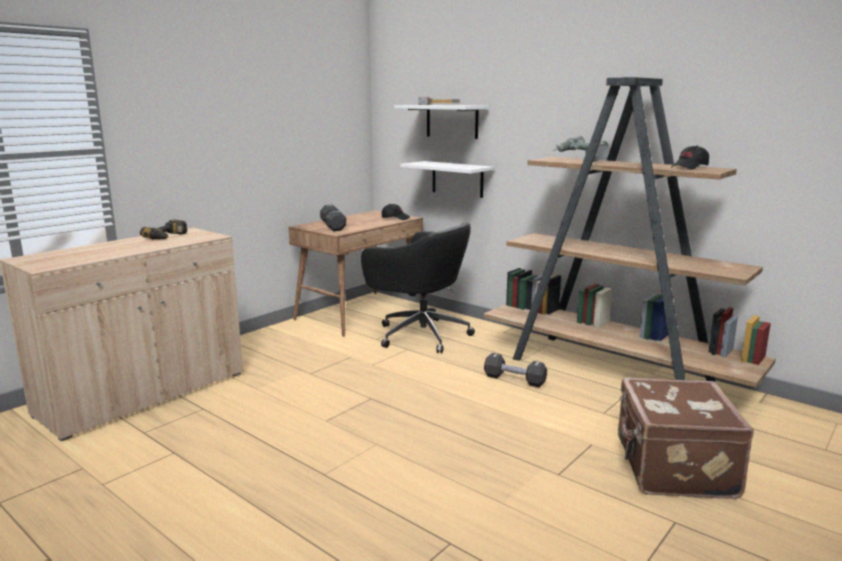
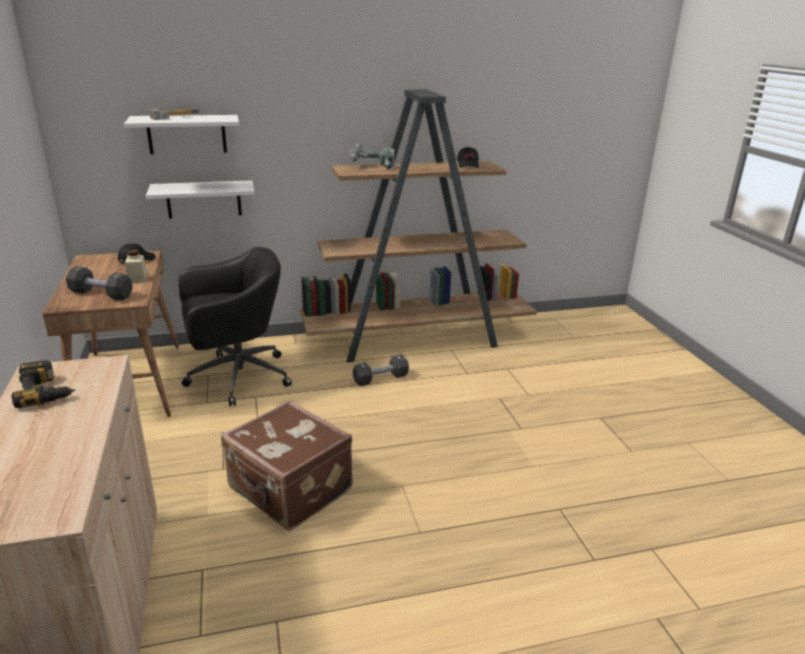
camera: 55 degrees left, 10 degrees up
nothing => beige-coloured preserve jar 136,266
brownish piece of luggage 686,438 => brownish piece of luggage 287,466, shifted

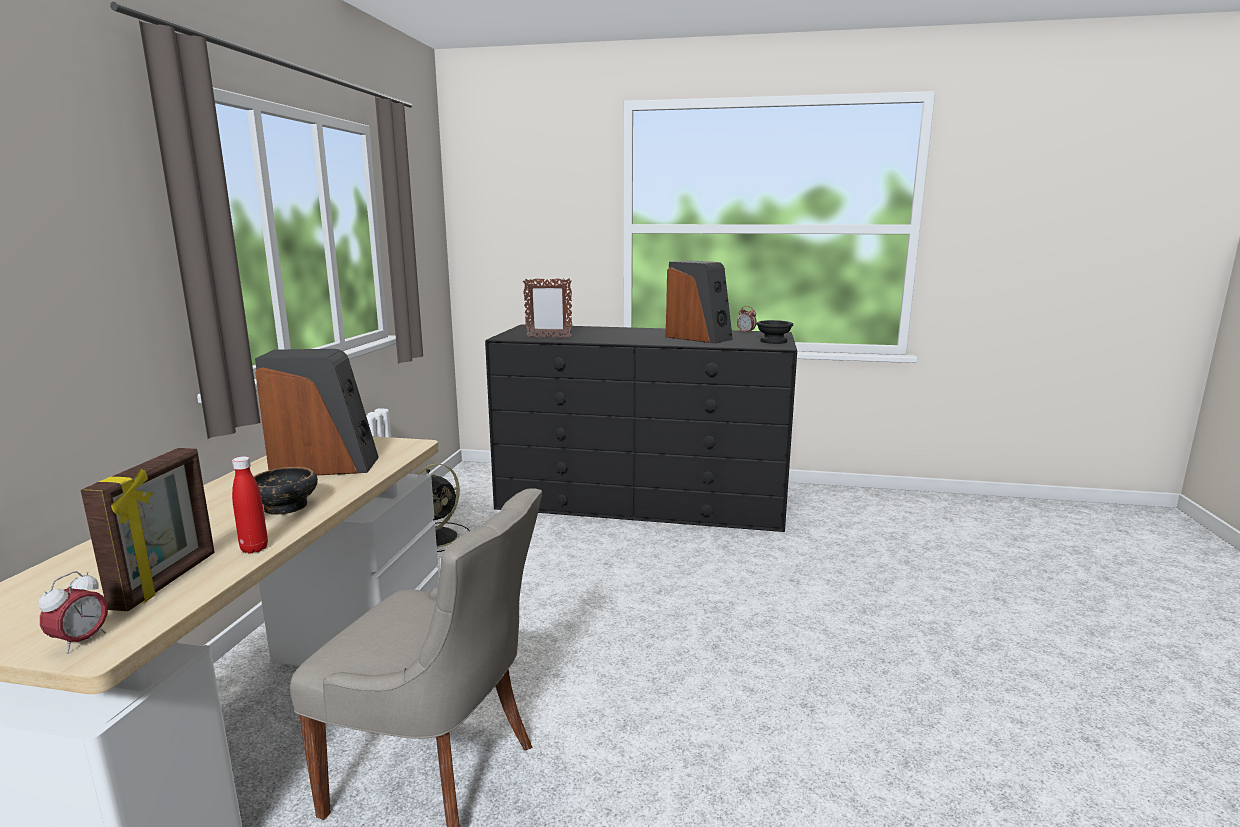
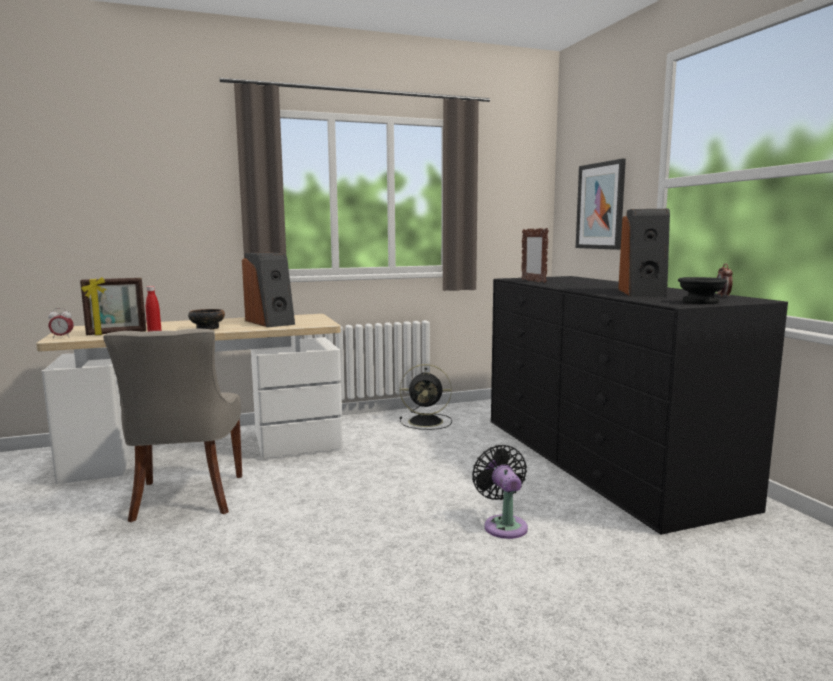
camera: 60 degrees right, 5 degrees down
nothing => blackish cooling fan 500,492
nothing => wall picture 601,204

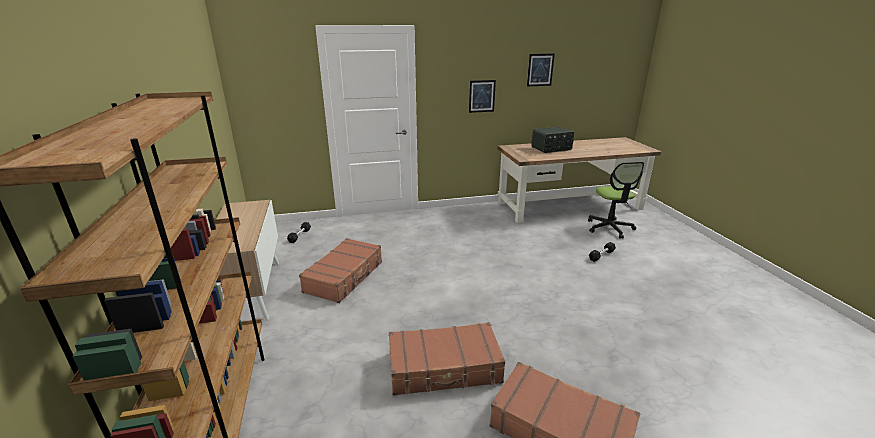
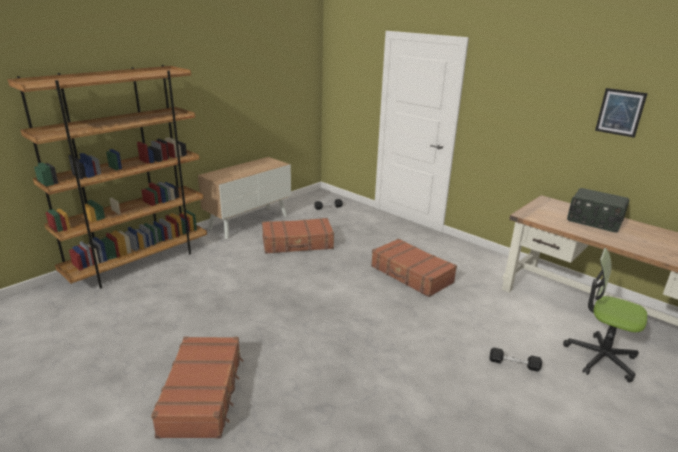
camera: 55 degrees right, 0 degrees up
wall picture 482,96 => nothing
brownish piece of luggage 447,359 => brownish piece of luggage 414,267, shifted
office chair 616,200 => office chair 605,315, 75 degrees clockwise

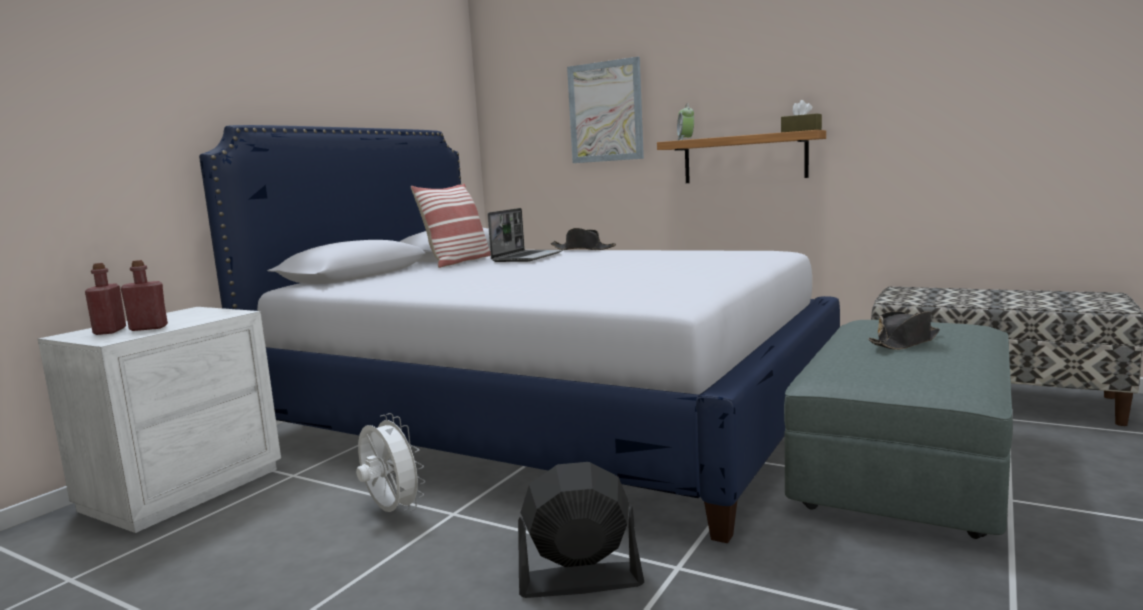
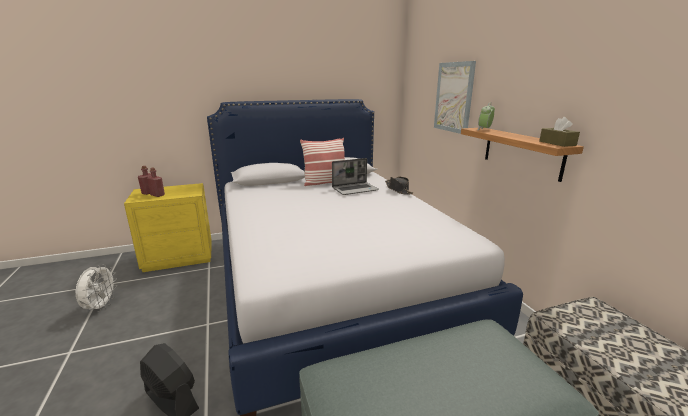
camera: 40 degrees right, 10 degrees up
blackish clothing hat 904,330 => nothing
whitish cooling fan 391,462 => whitish cooling fan 96,288, shifted
whitish bedside table 159,420 => yellowish bedside table 168,227

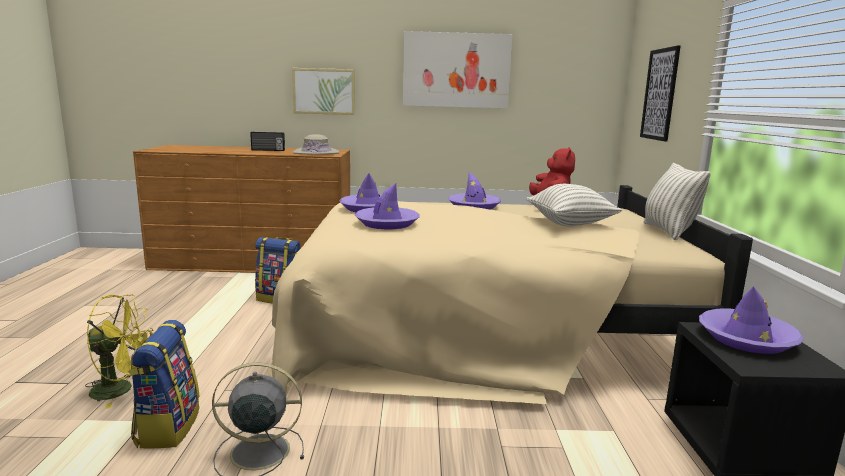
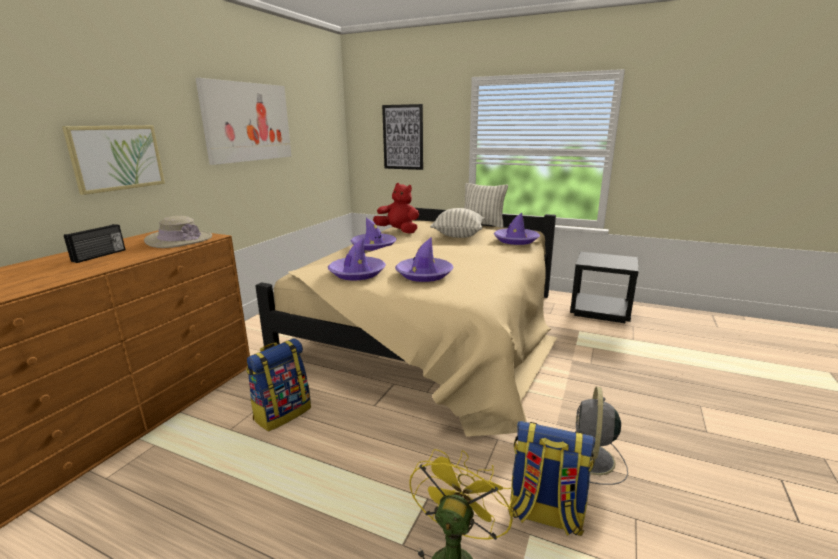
camera: 65 degrees left, 5 degrees up
purplish clothing hat 751,320 => purplish clothing hat 517,229, shifted

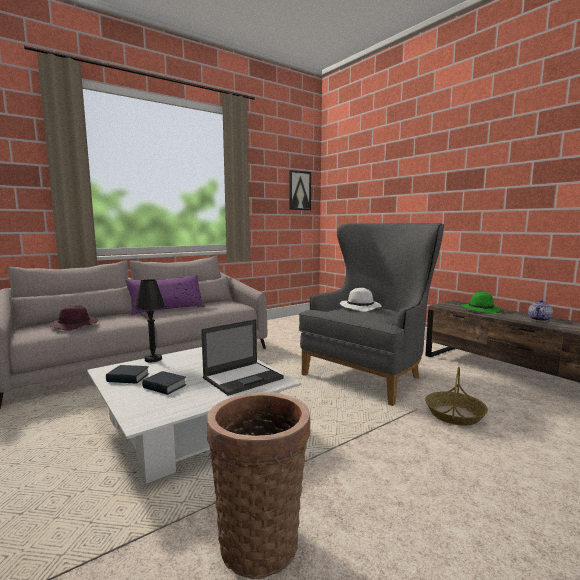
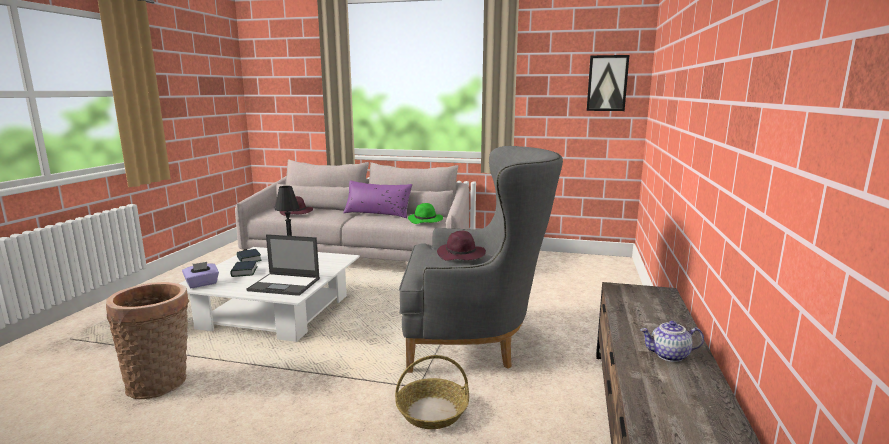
camera: 50 degrees right, 5 degrees up
nothing => purplish tissue holder 200,275
green-coloured clothing hat 481,303 => green-coloured clothing hat 425,213, shifted
whitish clothing hat 360,300 => purplish clothing hat 461,245

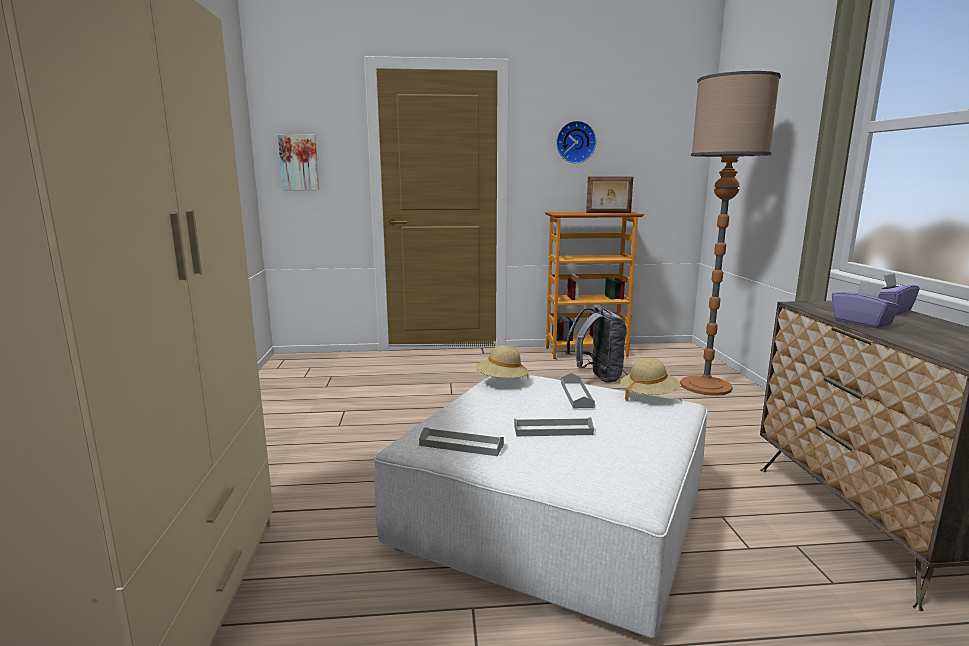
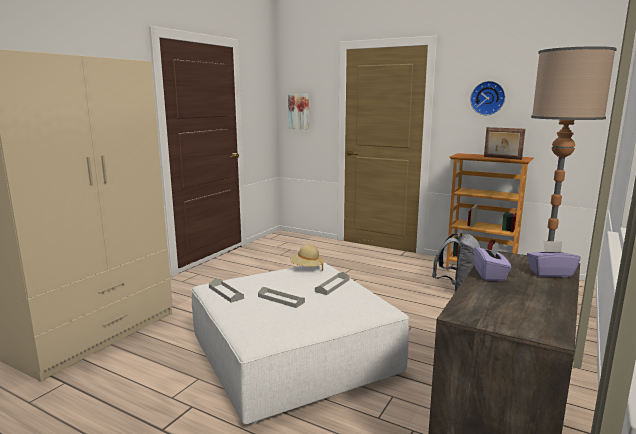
camera: 35 degrees right, 0 degrees up
beige-coloured clothing hat 650,379 => nothing

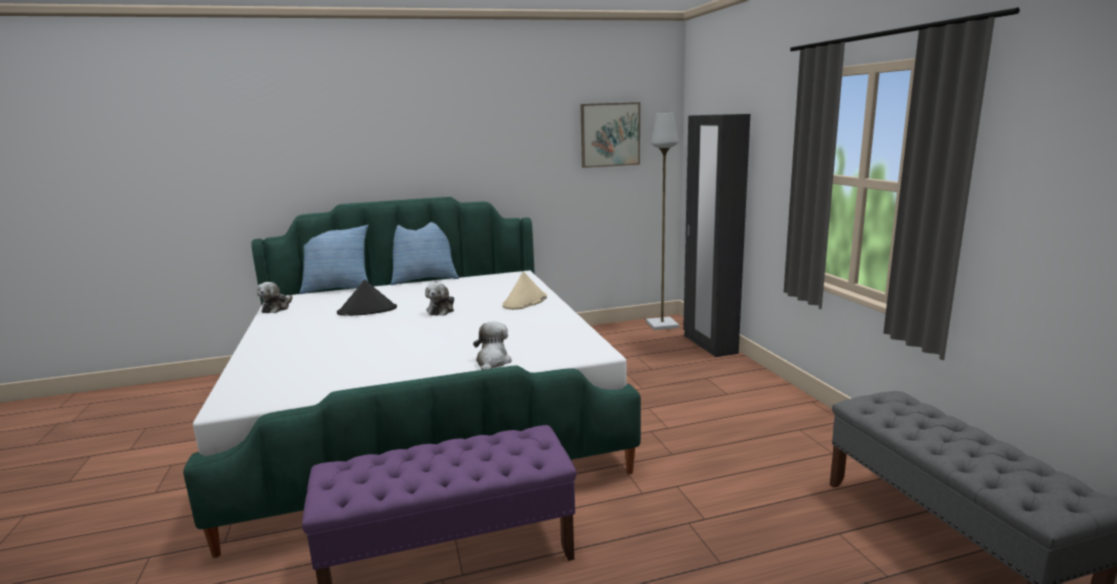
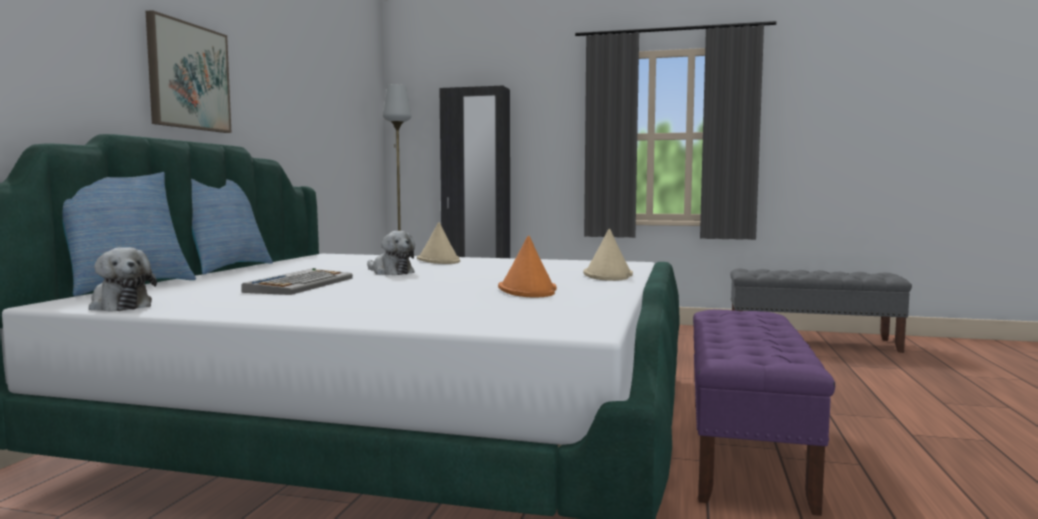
camera: 60 degrees left, 10 degrees down
nothing => orange-coloured clothing hat 527,266
wall picture 610,135 => wall picture 188,71, shifted
blackish clothing hat 367,298 => PC keyboard 297,281
soft toy 492,345 => beige-coloured clothing hat 608,255

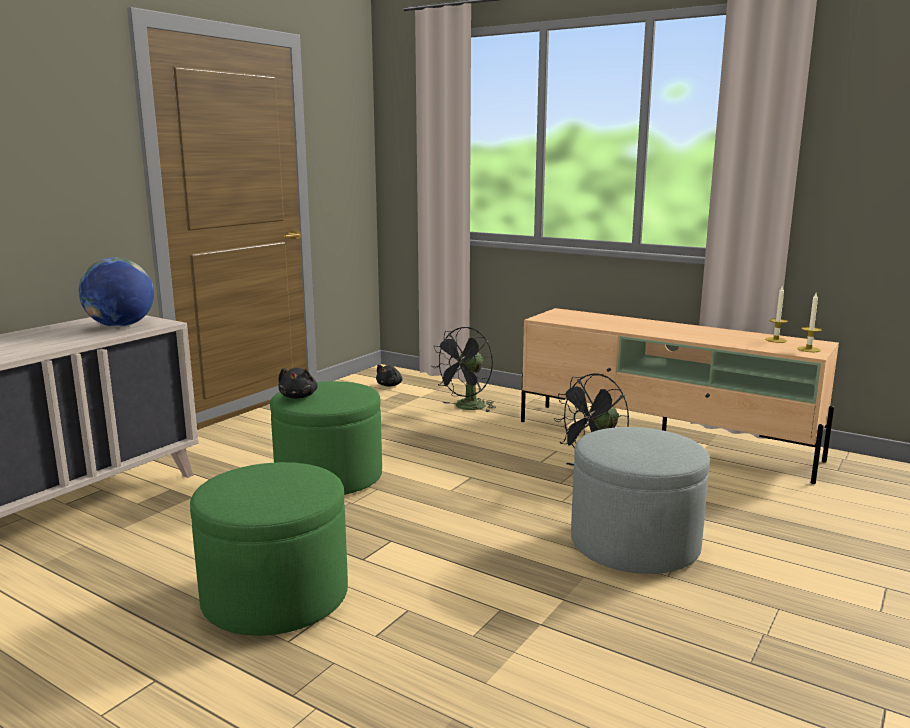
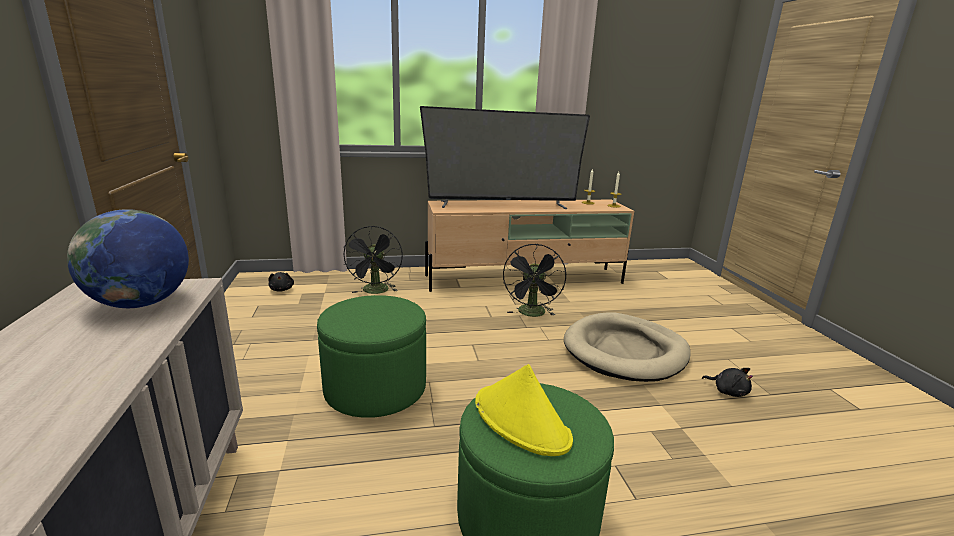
camera: 45 degrees left, 5 degrees up
nothing => TV set 505,157
nothing => yellowish clothing hat 524,410
blackish soft toy 298,383 => blackish soft toy 727,382, shifted
grey pouffe 640,500 => beige-coloured pet bed 627,347

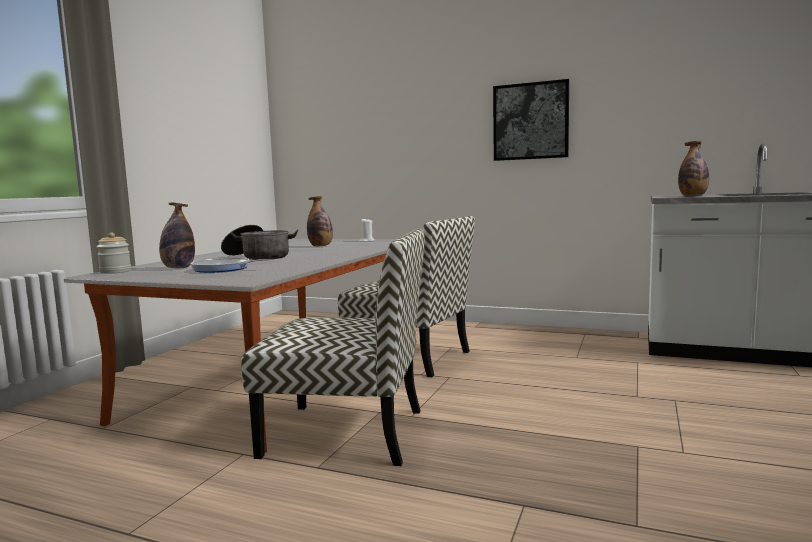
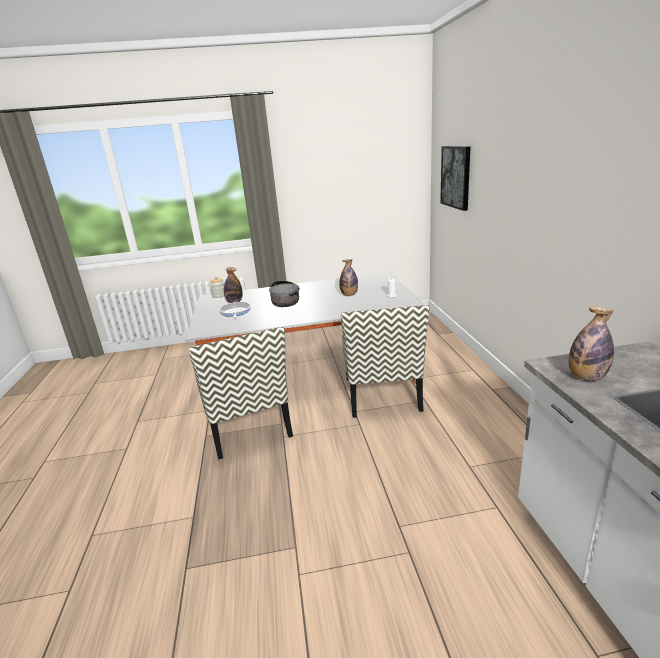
camera: 60 degrees right, 15 degrees up
wall picture 531,120 => wall picture 455,178, shifted

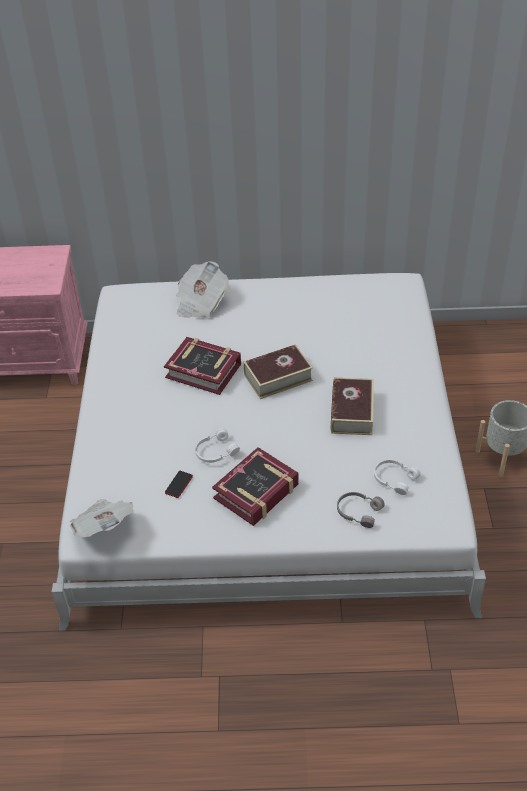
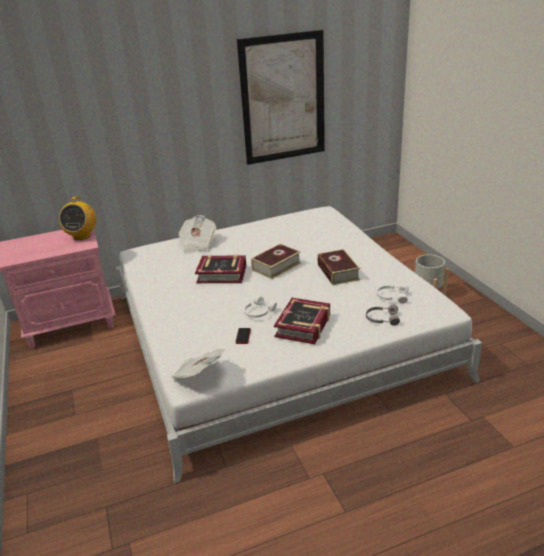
camera: 20 degrees left, 15 degrees down
nothing => radio 77,218
nothing => wall picture 281,97

